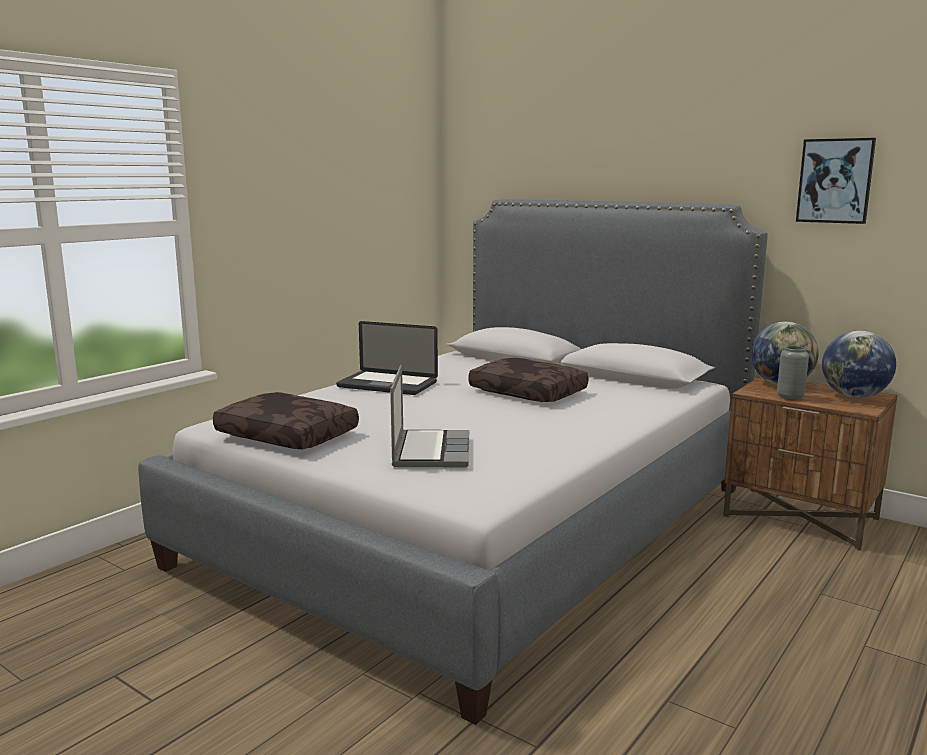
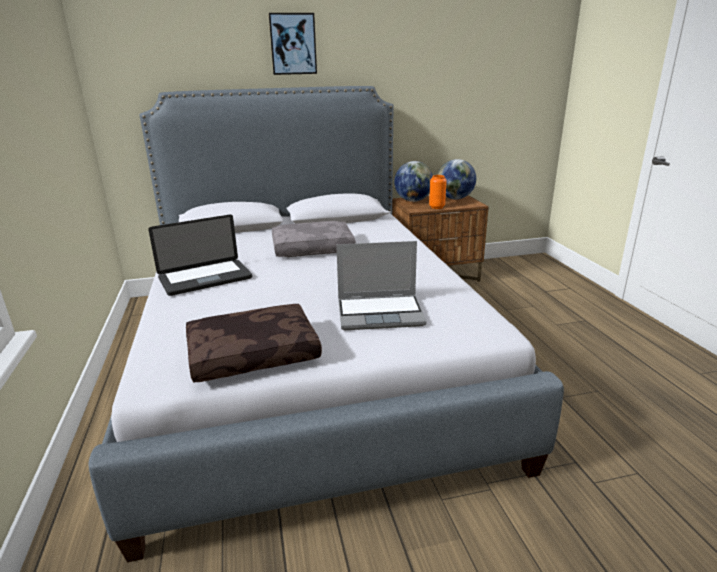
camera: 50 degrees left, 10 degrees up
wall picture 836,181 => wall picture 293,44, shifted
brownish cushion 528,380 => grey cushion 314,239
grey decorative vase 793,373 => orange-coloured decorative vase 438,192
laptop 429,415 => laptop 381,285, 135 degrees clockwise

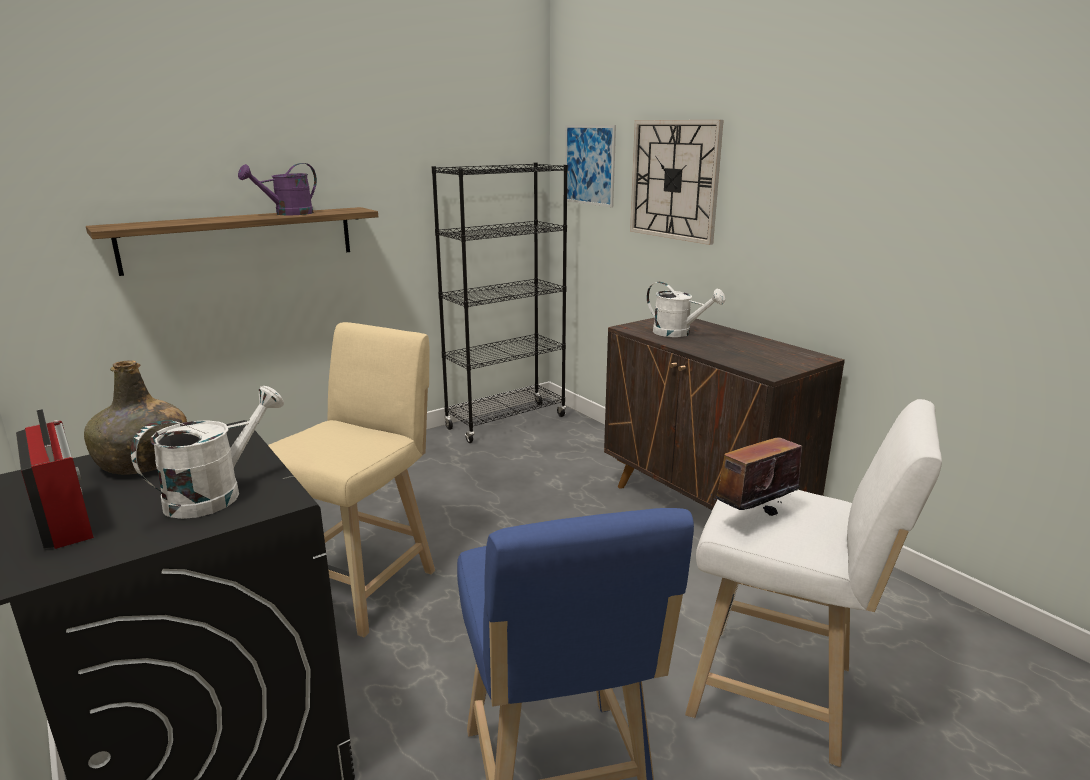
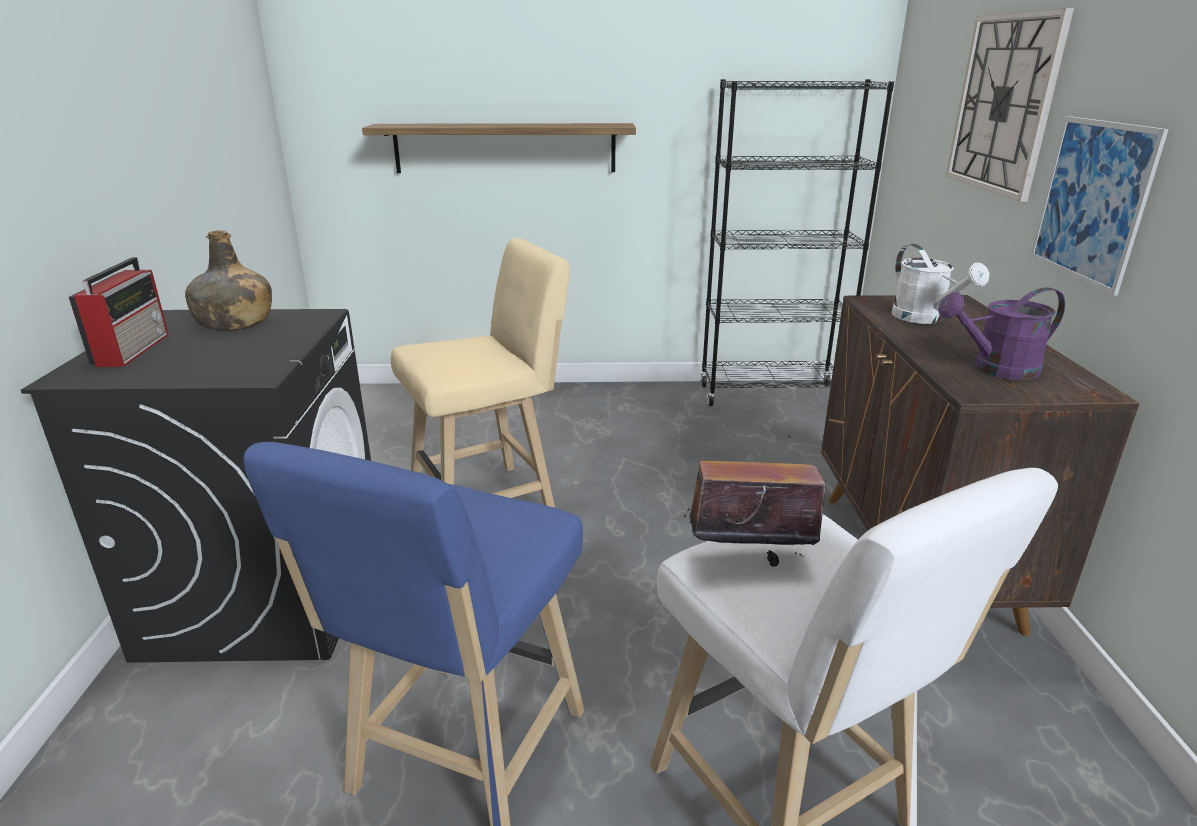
camera: 35 degrees right, 5 degrees up
whitish watering can 207,452 => nothing
purplish watering can 277,189 => purplish watering can 1001,333, shifted
wall picture 590,166 => wall picture 1099,205, shifted

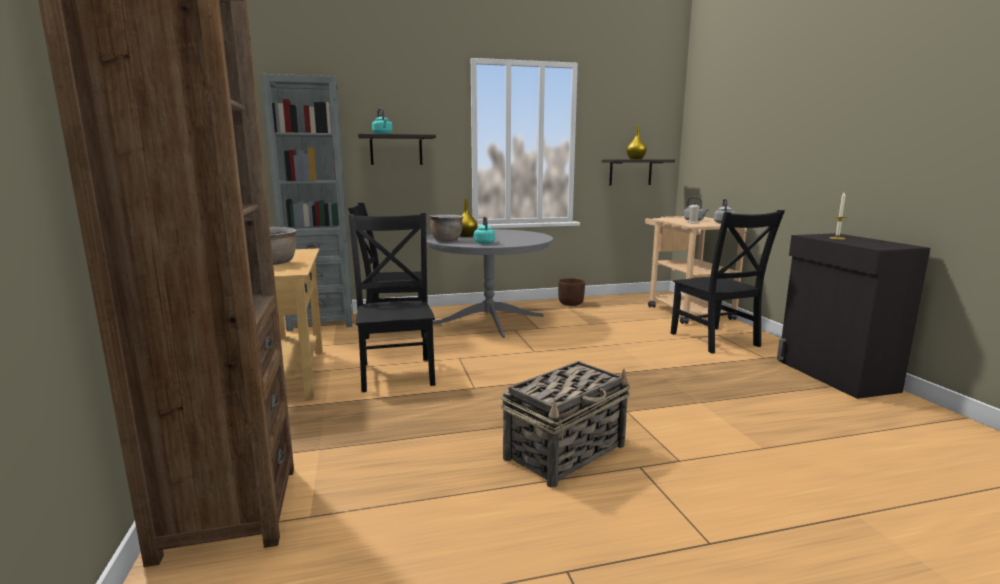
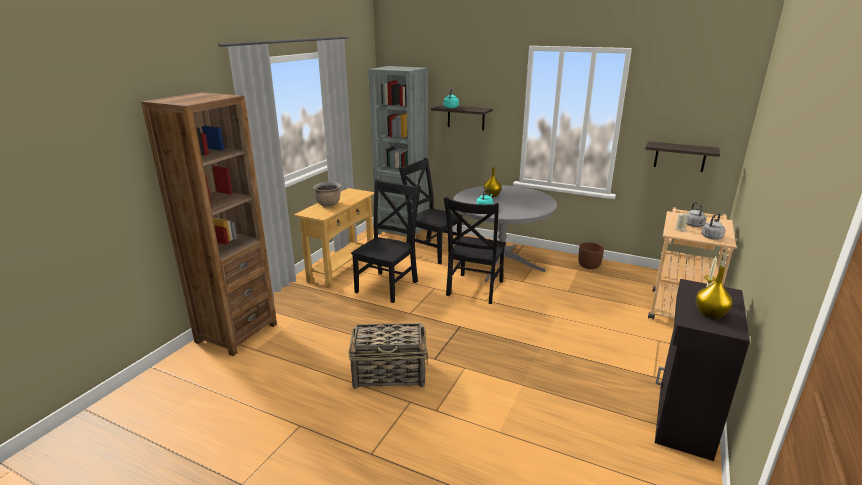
camera: 40 degrees right, 10 degrees up
brownish cooking pot 447,228 => nothing
yellowish decorative vase 636,142 => yellowish decorative vase 714,293, shifted
blackish upright chair 728,281 => blackish upright chair 475,250, shifted

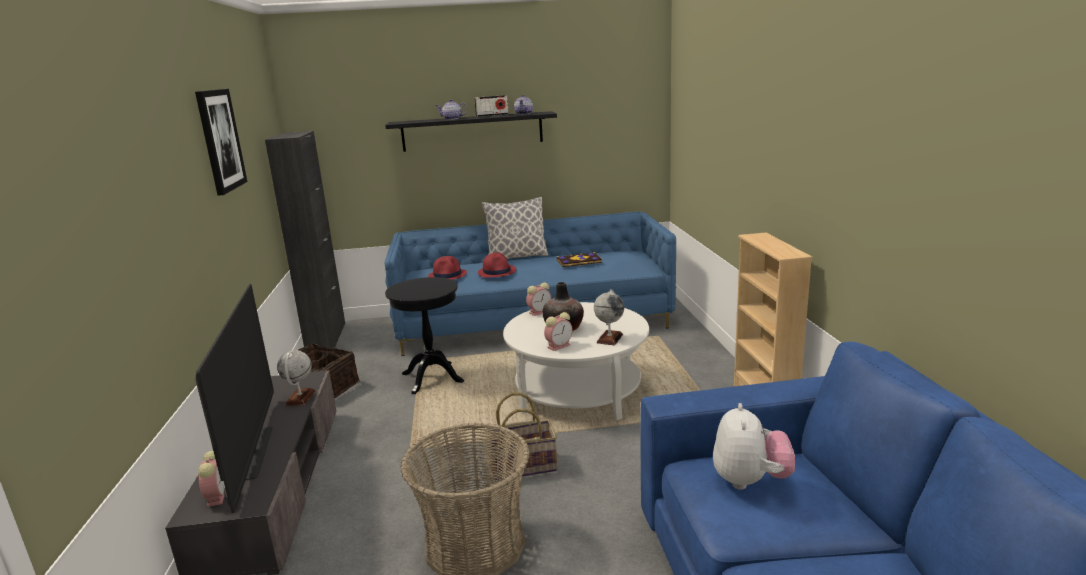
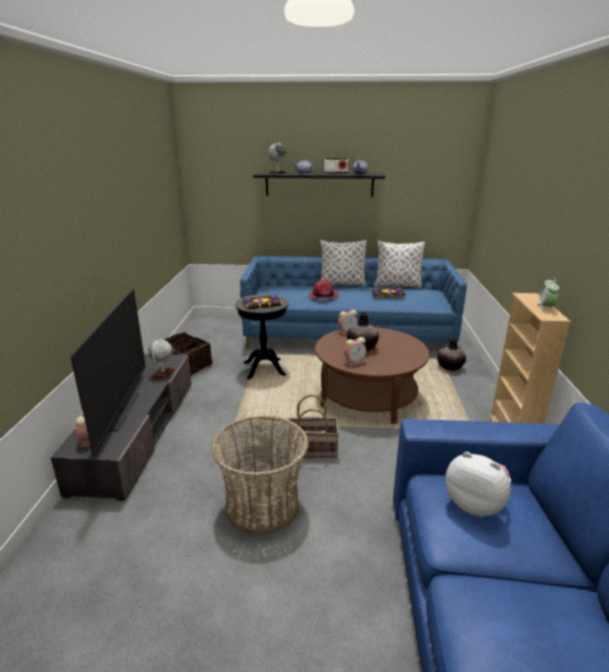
camera: 10 degrees right, 5 degrees up
wall picture 221,142 => nothing
blackish cabinet 305,239 => nothing
reddish clothing hat 447,268 => nothing
nothing => book 262,302
nothing => cushion 399,264
nothing => decorative vase 451,354
nothing => table clock 548,294
globe 609,317 => globe 278,158, shifted
whitish lounge table 576,361 => brownish lounge table 372,375
soft toy 754,446 => soft toy 478,484, 75 degrees counterclockwise

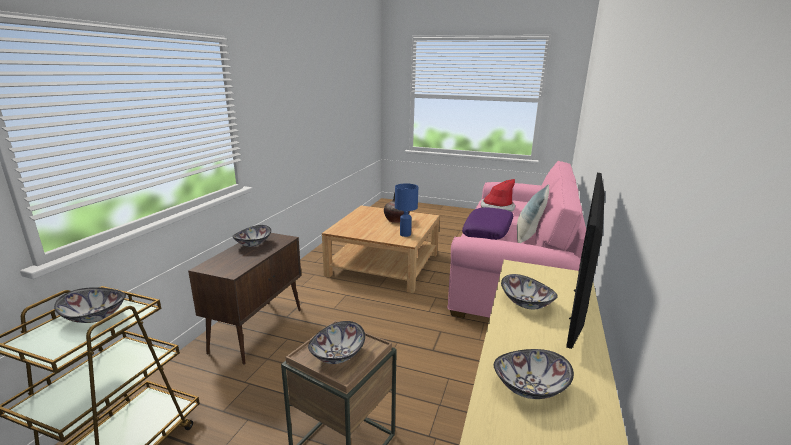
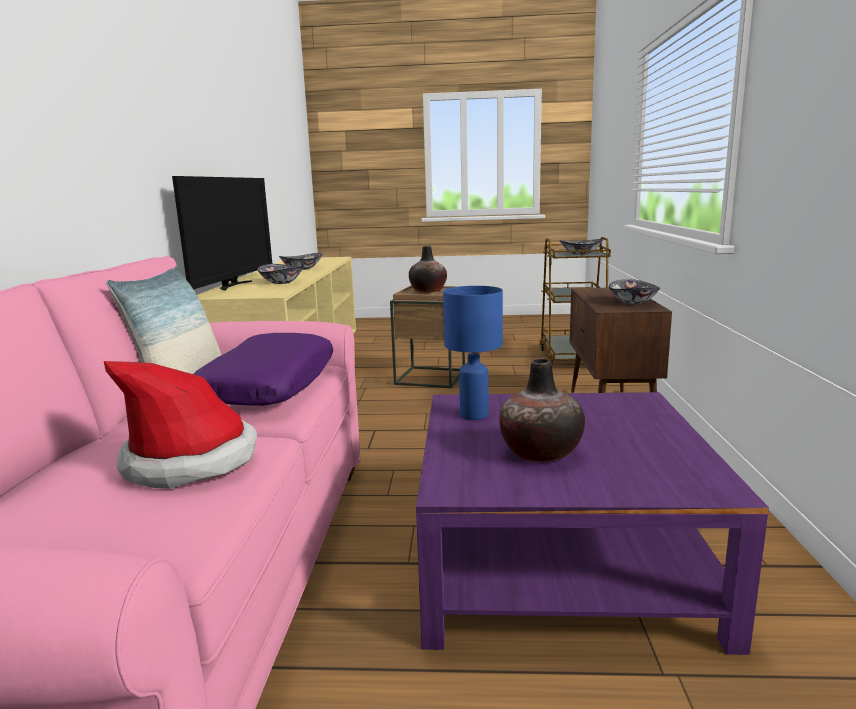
camera: 165 degrees right, 5 degrees down
serving bowl 336,342 => decorative vase 428,269
beige-coloured lounge table 380,249 => purplish lounge table 592,523

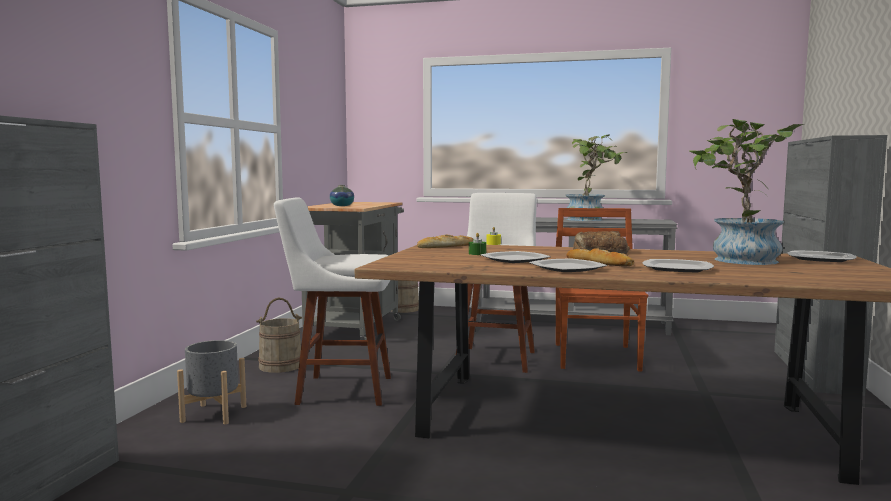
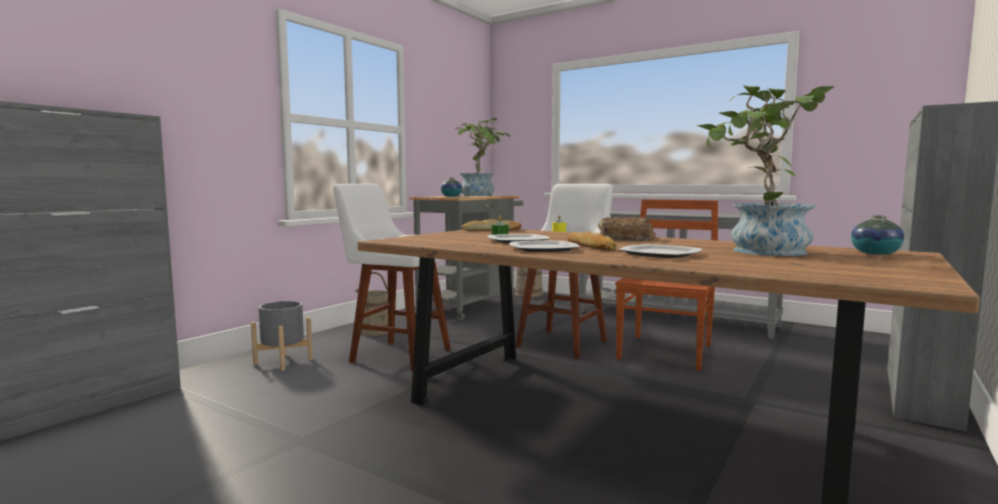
camera: 20 degrees right, 0 degrees up
plant in a pot 597,177 => plant in a pot 482,157, shifted
flat dish 822,256 => decorative vase 878,235

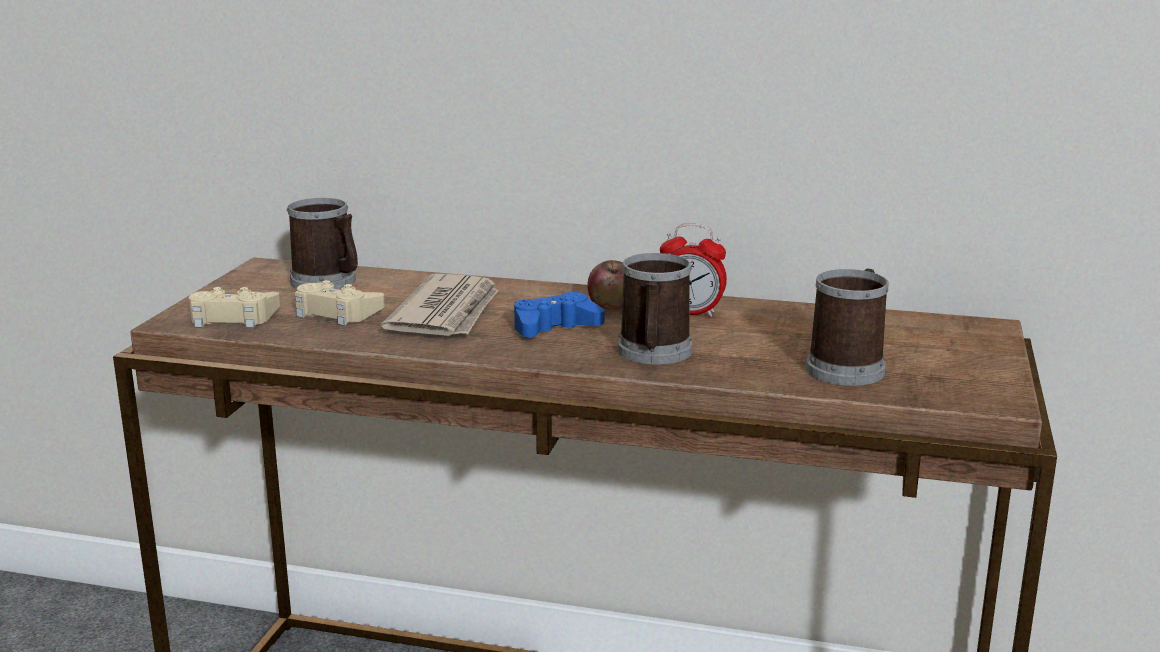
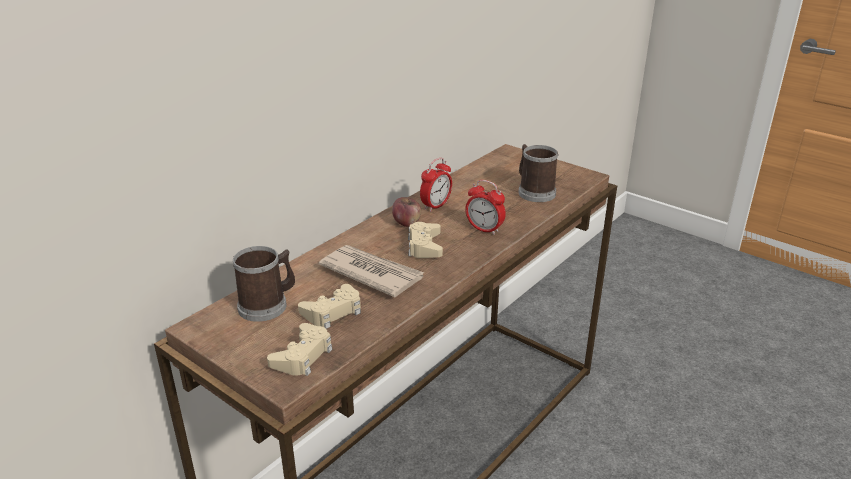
camera: 65 degrees left, 10 degrees up
mug 655,308 => table clock 485,207
blue-coloured game controller 559,314 => beige-coloured game controller 425,240

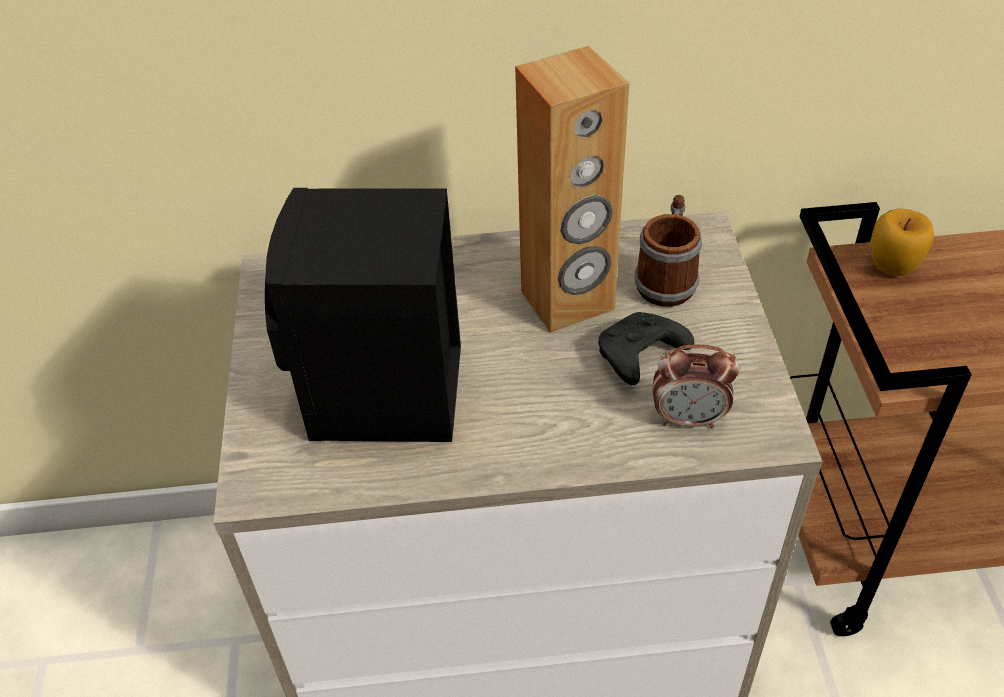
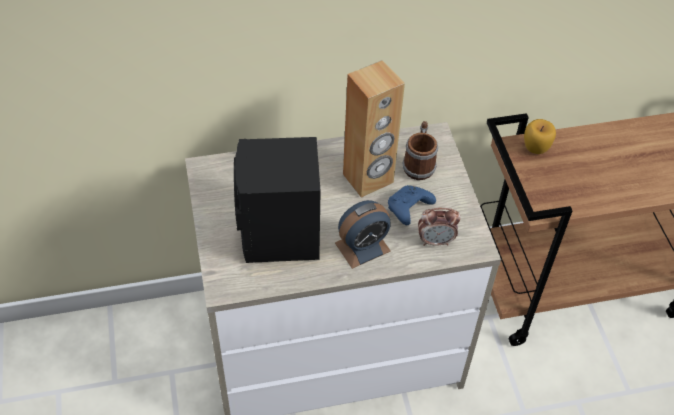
camera: 10 degrees left, 5 degrees up
nothing => table clock 363,234
blackish game controller 646,348 => blue-coloured game controller 412,205

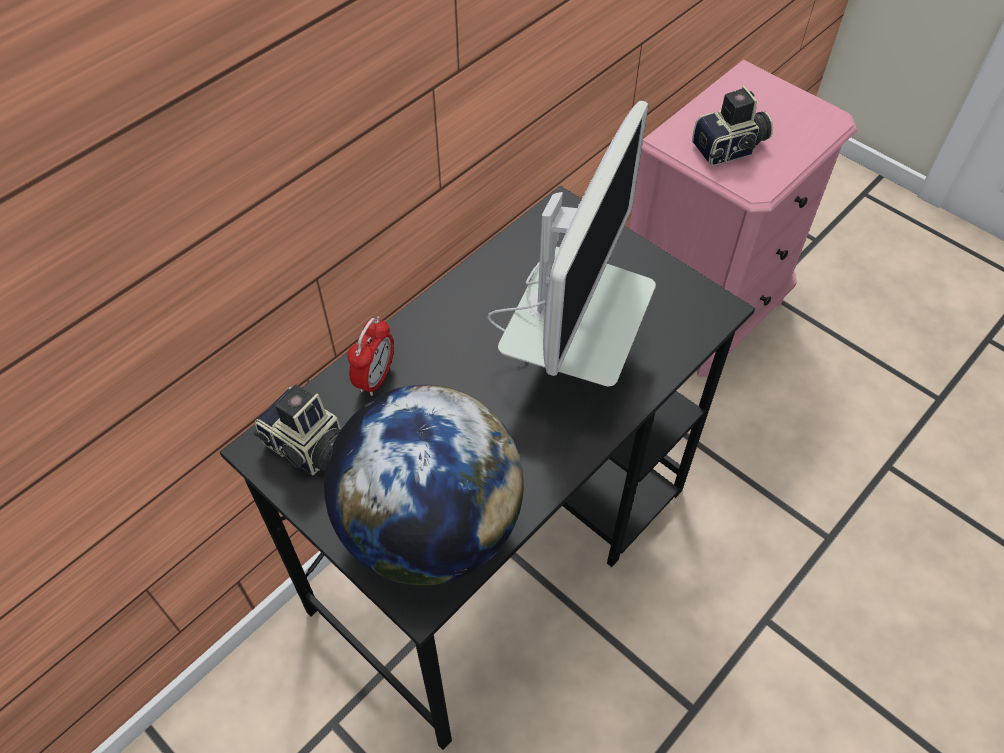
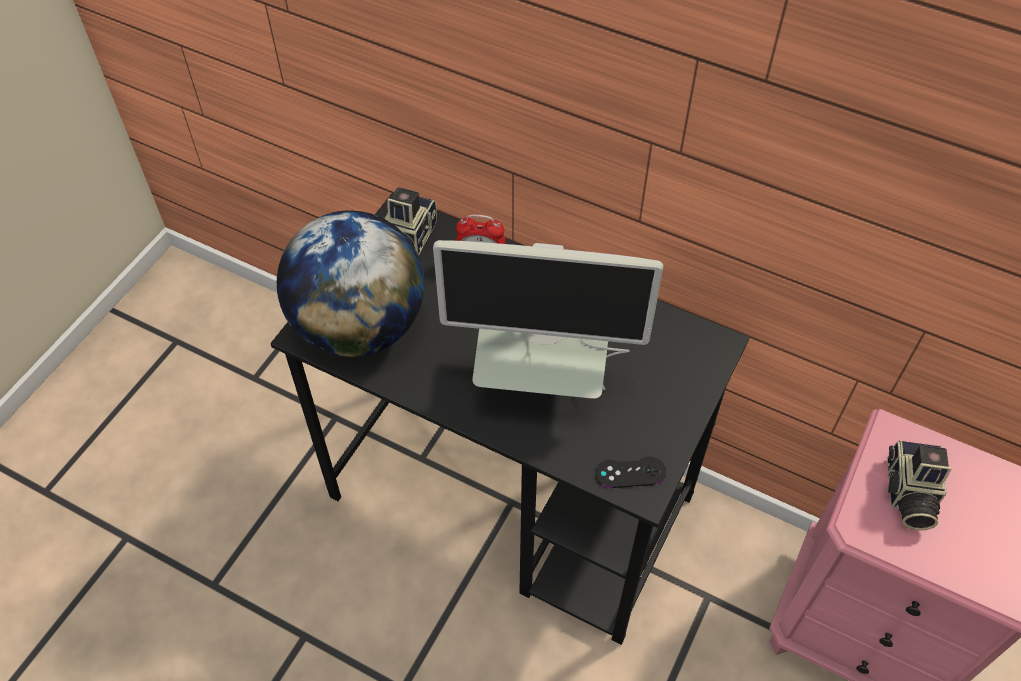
camera: 75 degrees right, 0 degrees up
nothing => blackish game controller 630,472
photo camera 732,126 => photo camera 919,485, 45 degrees clockwise

